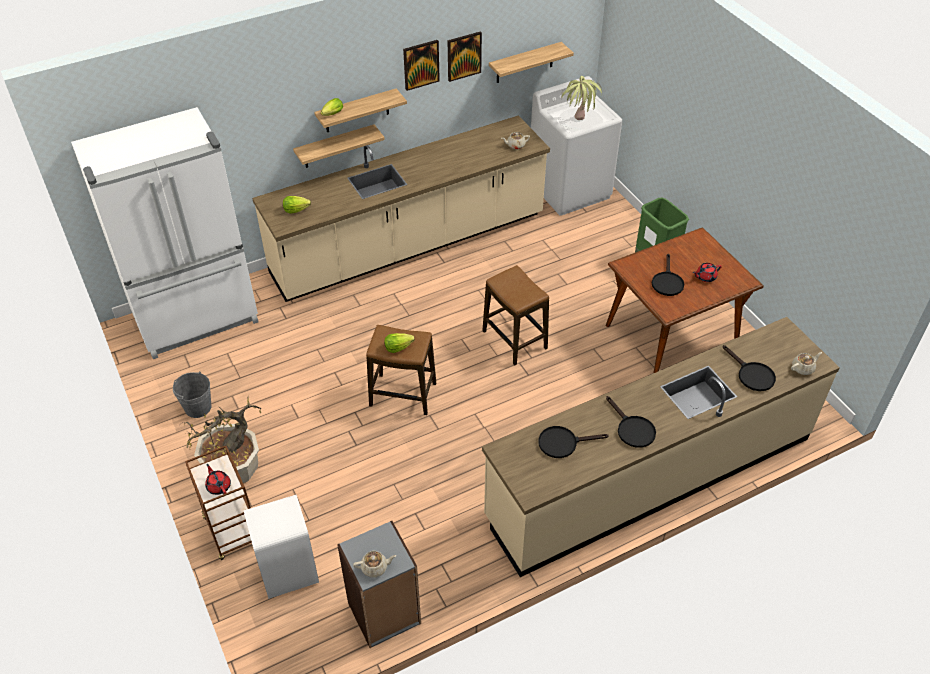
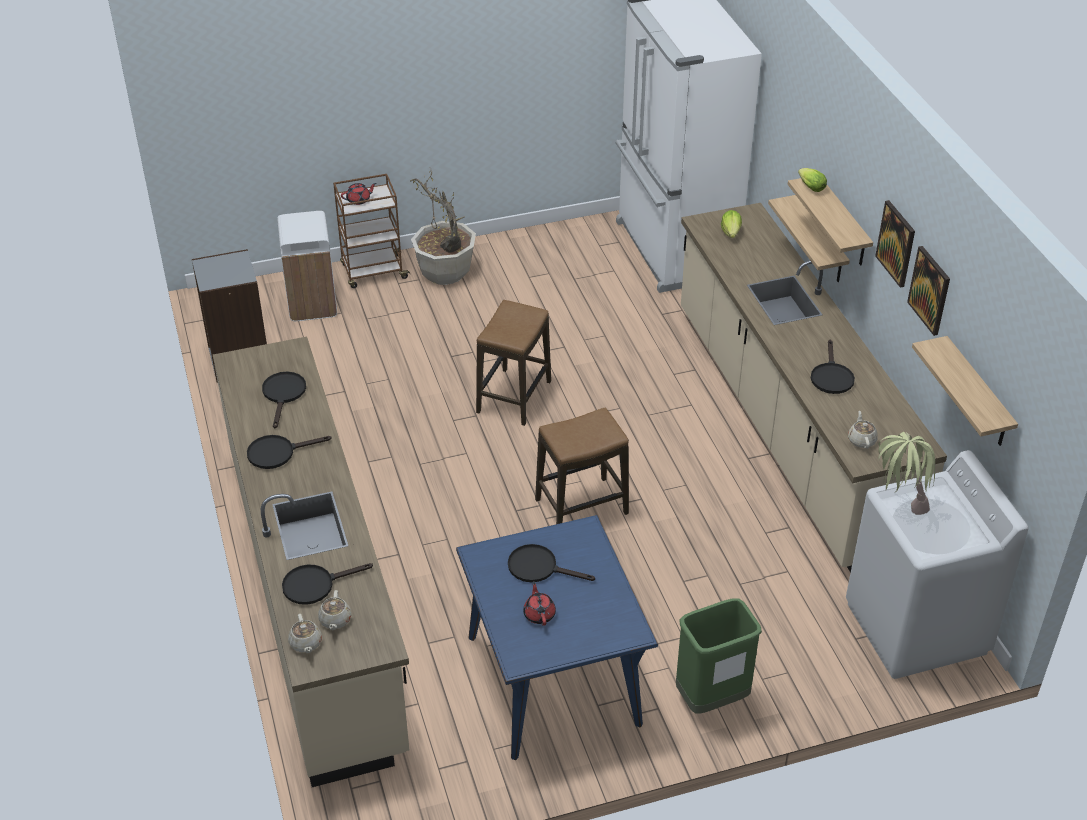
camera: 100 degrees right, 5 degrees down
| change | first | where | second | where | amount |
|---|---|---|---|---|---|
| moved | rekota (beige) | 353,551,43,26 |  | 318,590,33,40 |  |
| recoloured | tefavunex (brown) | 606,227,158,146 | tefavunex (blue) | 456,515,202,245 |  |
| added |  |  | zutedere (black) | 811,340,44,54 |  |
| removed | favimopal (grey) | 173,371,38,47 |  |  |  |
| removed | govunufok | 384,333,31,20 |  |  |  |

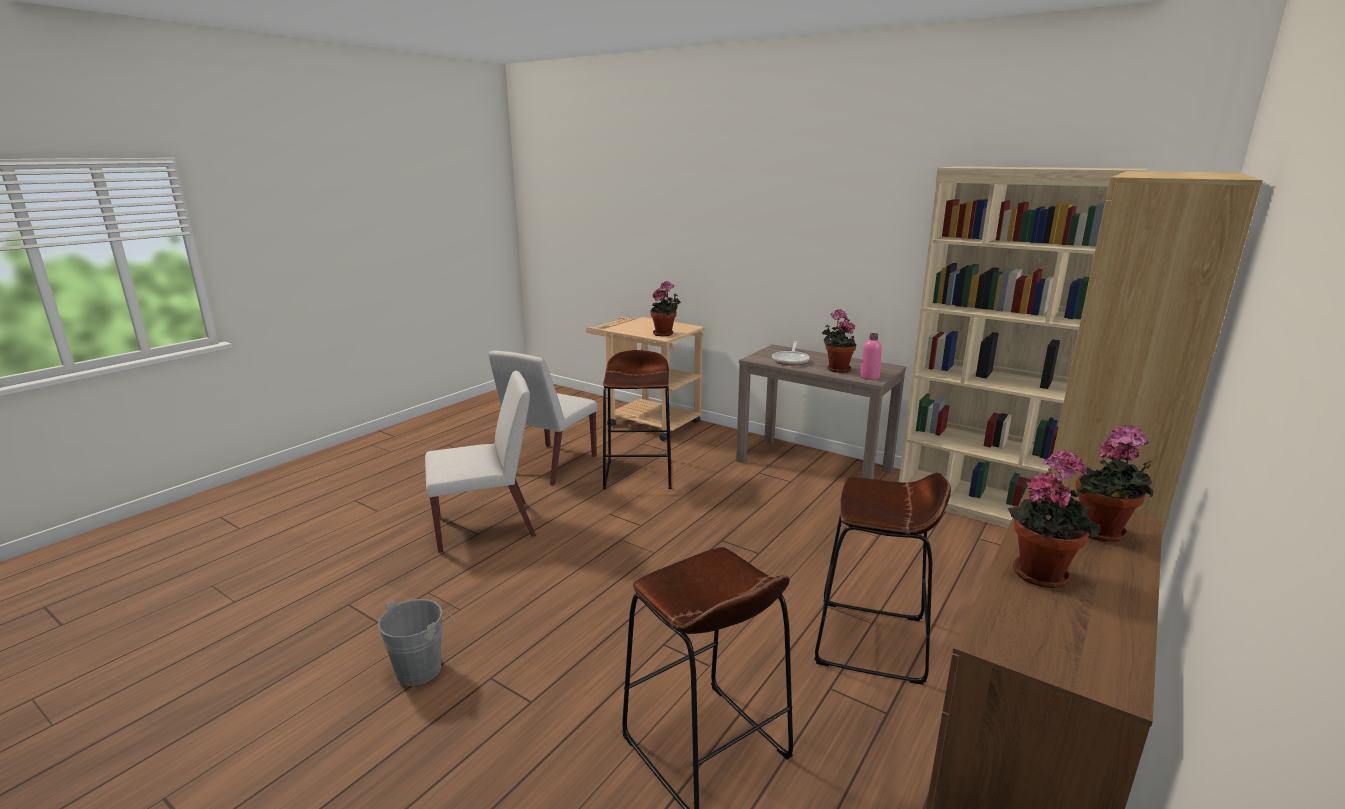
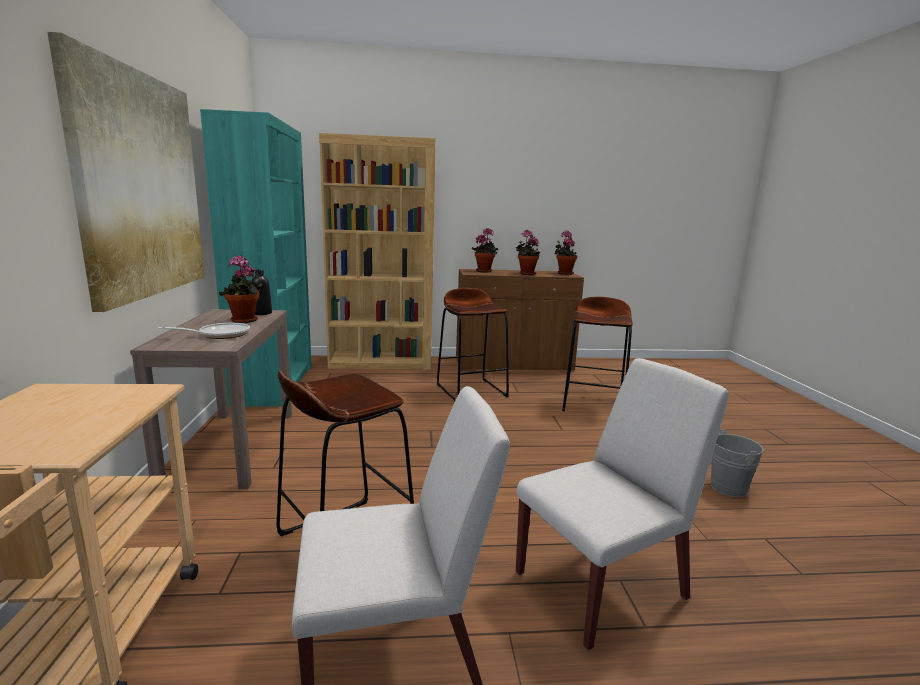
camera: 130 degrees left, 5 degrees down
| change | first | where | second | where | amount |
|---|---|---|---|---|---|
| added |  |  | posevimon | 47,32,158,280 |  |
| recoloured | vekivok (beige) | 899,166,249,362 | vekivok (turquoise) | 200,109,112,298 |  |
| recoloured | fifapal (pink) | 860,333,22,47 | fifapal (black) | 251,270,21,45 |  |
| turned | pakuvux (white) | 425,371,111,182 |  | 516,358,213,292 | 120 degrees clockwise |
| moved | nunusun | 650,281,31,56 |  | 554,230,24,45 |  |

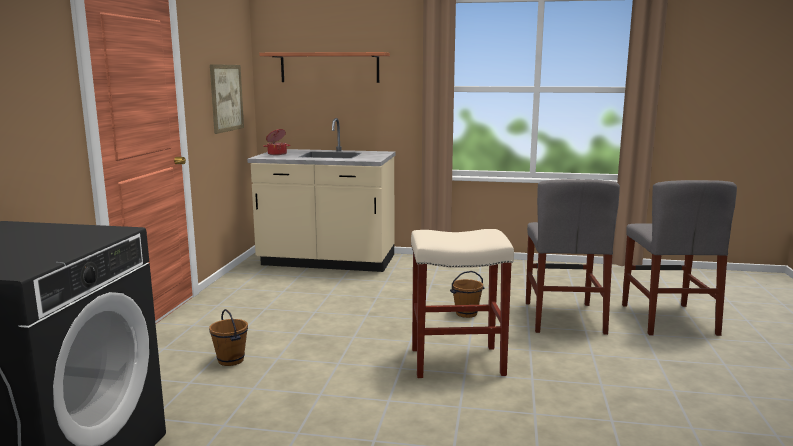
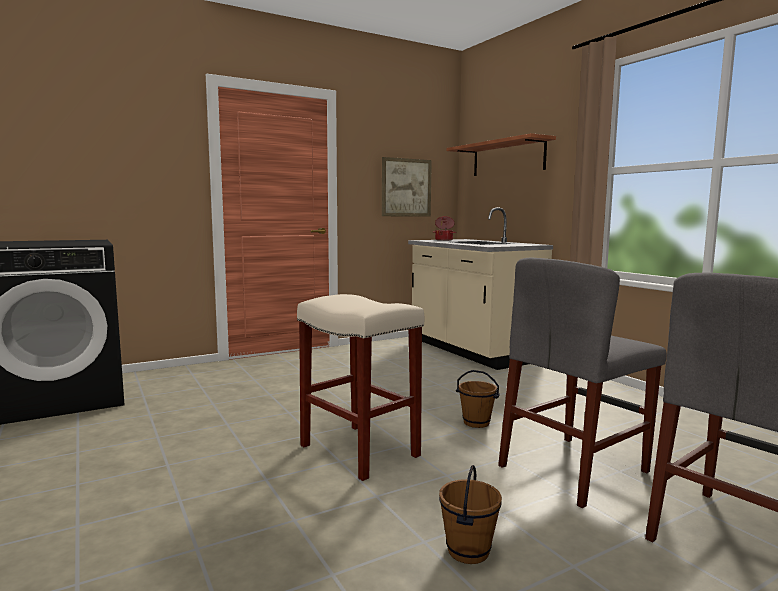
camera: 50 degrees right, 5 degrees down
| change | first | where | second | where | amount |
|---|---|---|---|---|---|
| moved | favimopal (brown) | 209,309,39,57 |  | 439,465,63,99 |  |

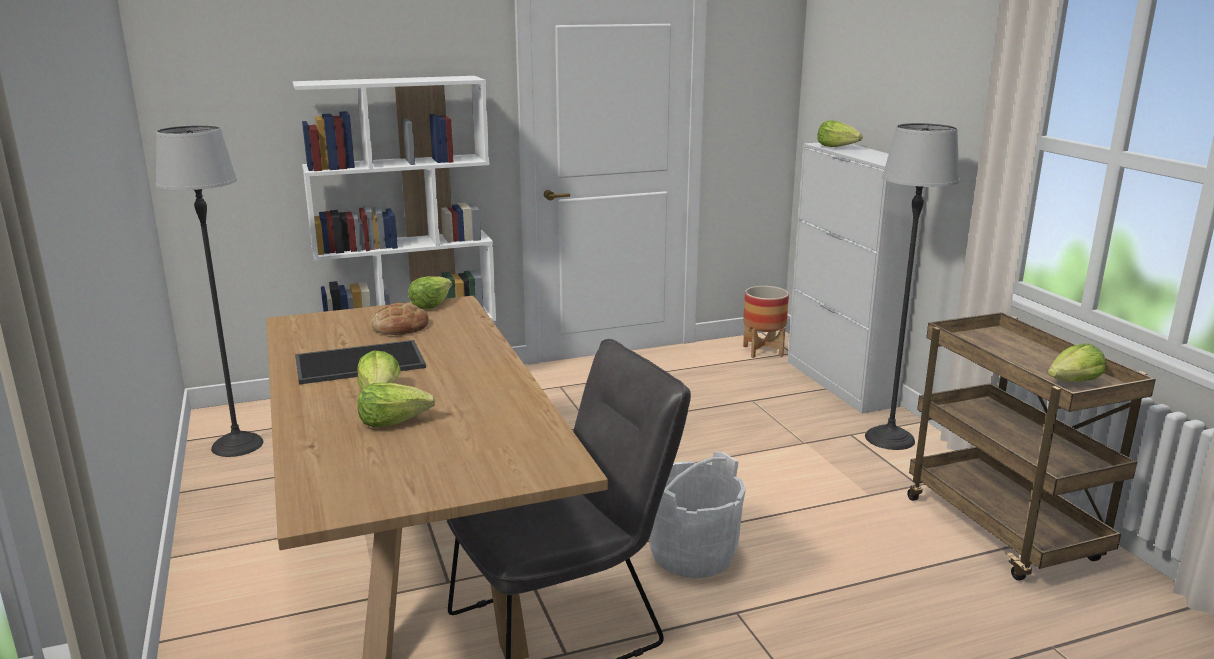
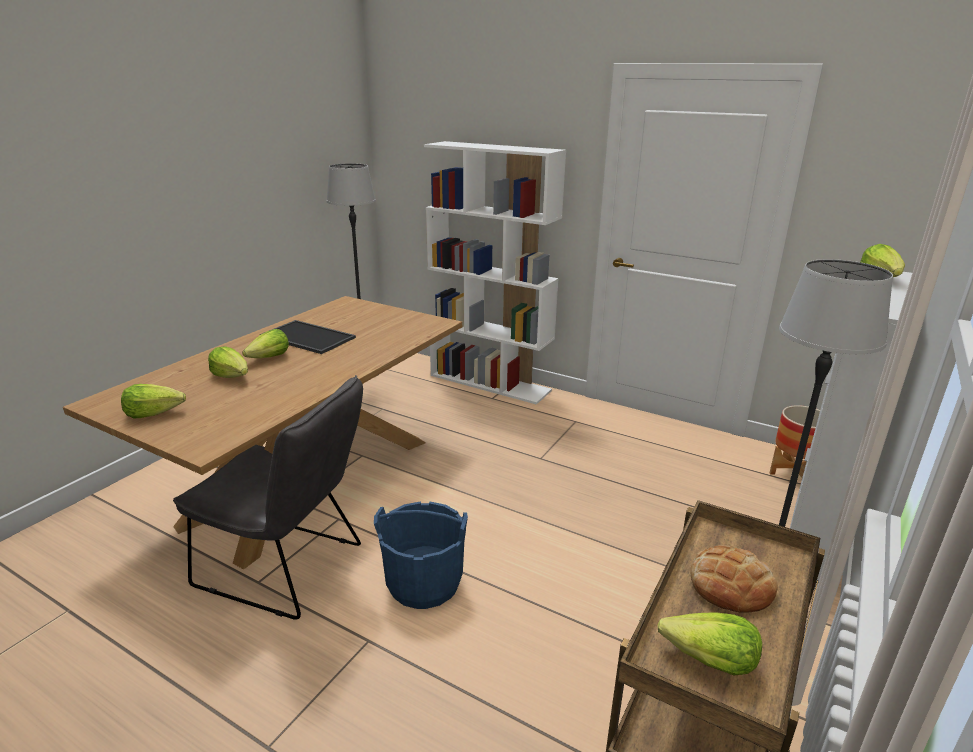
camera: 50 degrees right, 5 degrees up
| change | first | where | second | where | amount |
|---|---|---|---|---|---|
| moved | govunufok | 408,276,44,33 |  | 121,384,65,35 |  |
| recoloured | favimopal (white) | 649,452,97,126 | favimopal (blue) | 374,501,94,108 |  |
| moved | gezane | 371,303,58,32 |  | 690,545,88,68 |  |

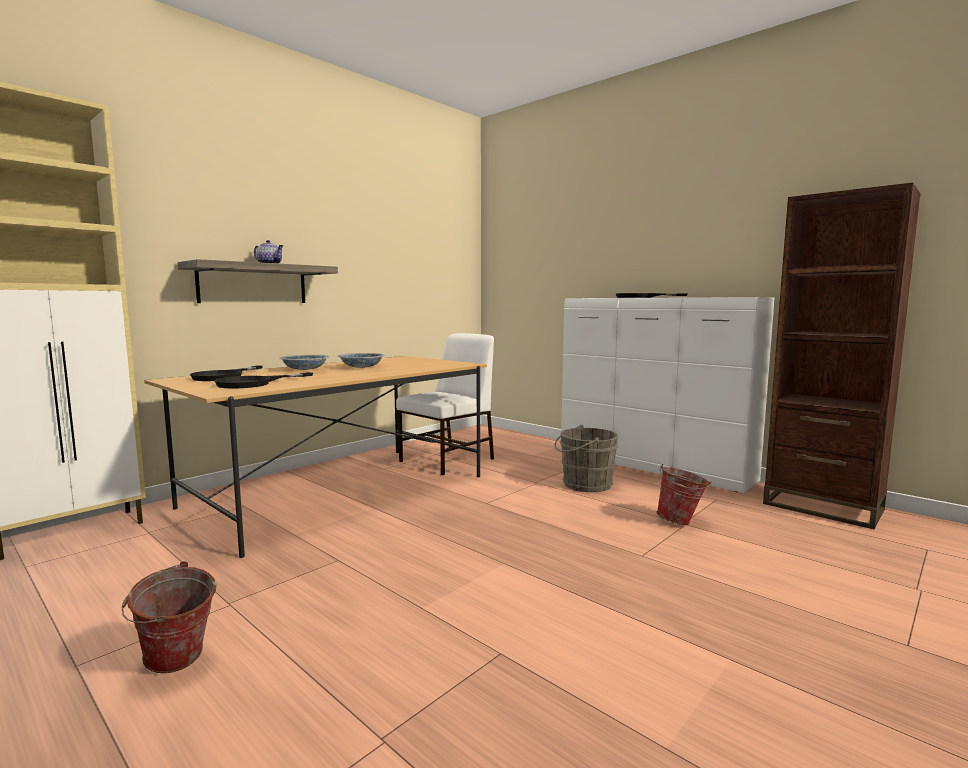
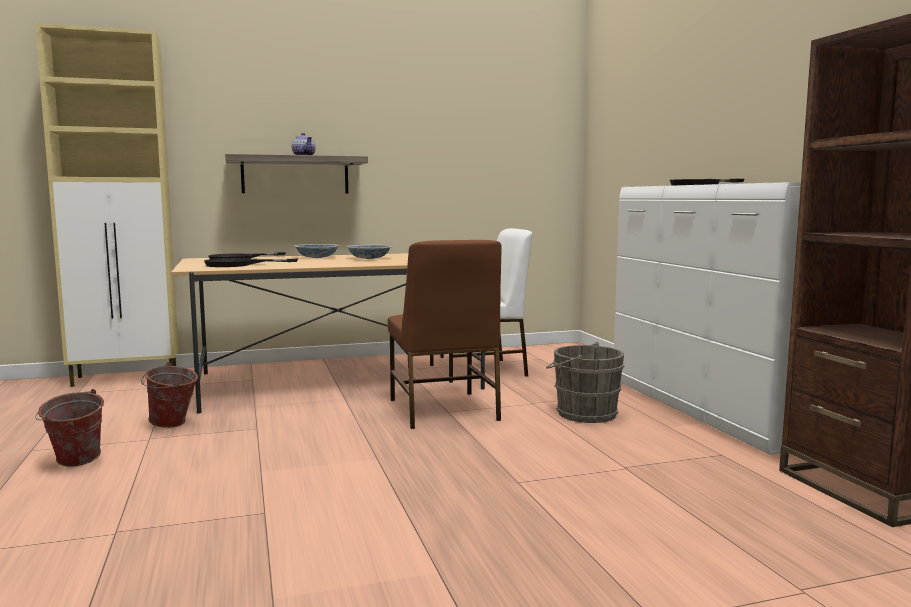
camera: 30 degrees right, 0 degrees up
| change | first | where | second | where | amount |
|---|---|---|---|---|---|
| moved | favimopal | 656,464,55,61 |  | 141,362,57,66 |  |
| added |  |  | pakuvux (brown) | 388,240,114,189 |  |

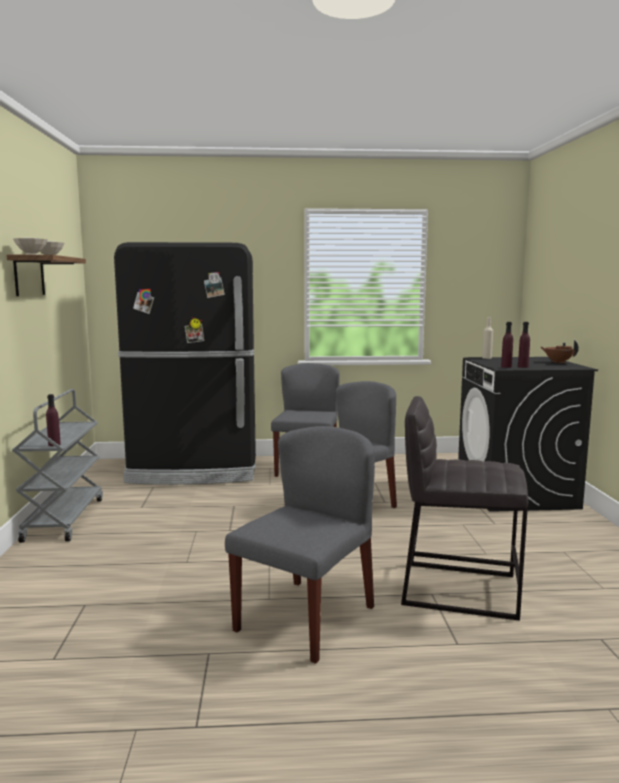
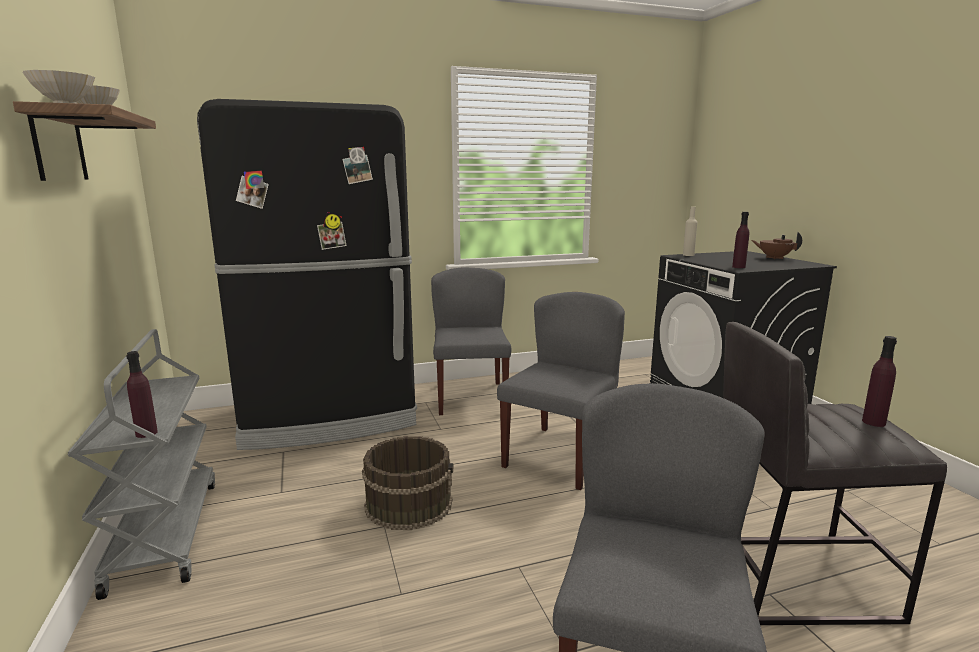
camera: 15 degrees left, 5 degrees up
| change | first | where | second | where | amount |
|---|---|---|---|---|---|
| added |  |  | favimopal (brown) | 362,436,92,94 |  |
| moved | fifapal (purple) | 518,322,12,46 |  | 862,336,35,91 |  |

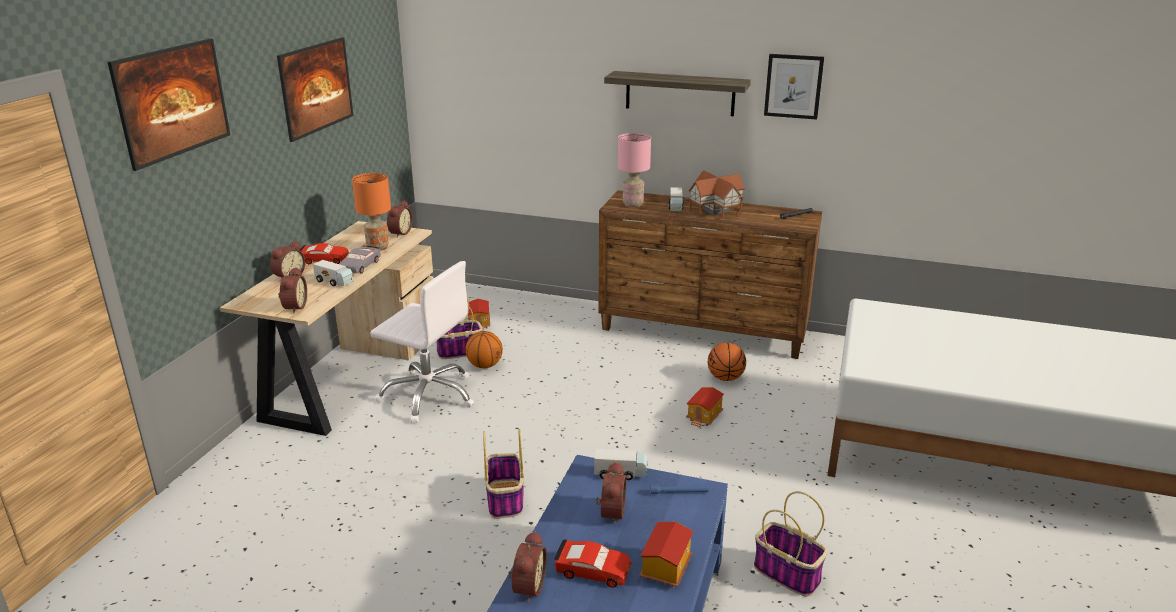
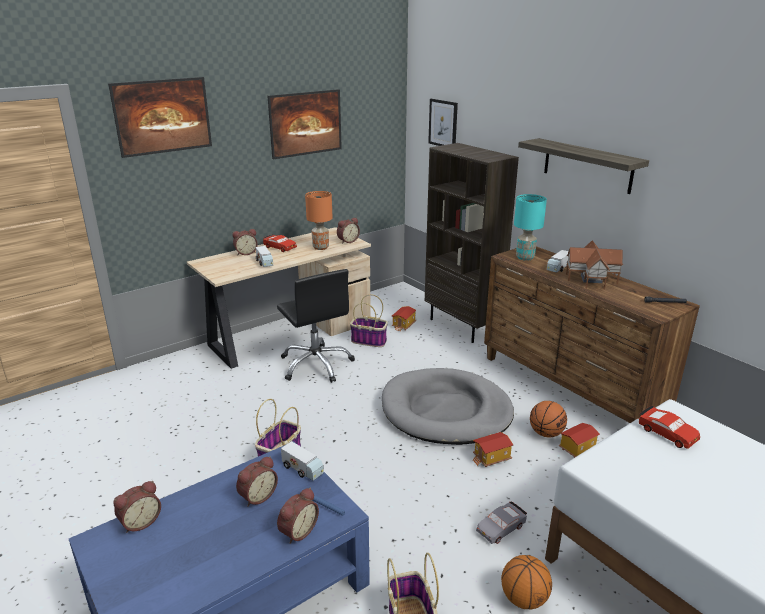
camera: 35 degrees right, 0 degrees up
| change | first | where | second | where | amount |
|---|---|---|---|---|---|
| recoloured | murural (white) | 370,261,104,162 | murural (black) | 277,269,78,114 |  |
| moved | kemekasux | 278,267,29,46 |  | 277,488,42,56 |  |
| added |  |  | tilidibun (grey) | 382,368,132,77 |  |
| added |  |  | vekivok (brown) | 425,143,94,200 |  |
| moved | posevimon | 764,54,60,66 |  | 428,99,30,47 |  |
| moved | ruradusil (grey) | 340,245,41,28 |  | 476,501,51,43 |  |
| moved | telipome | 466,331,37,38 |  | 501,555,51,55 |  |
| recoloured | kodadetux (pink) | 618,133,33,74 | kodadetux (turquoise) | 514,194,33,67 |  |
| moved | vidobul | 639,522,55,65 |  | 559,423,41,35 |  |
| moved | ruradusil (red) | 554,539,77,49 |  | 639,406,61,43 |  |

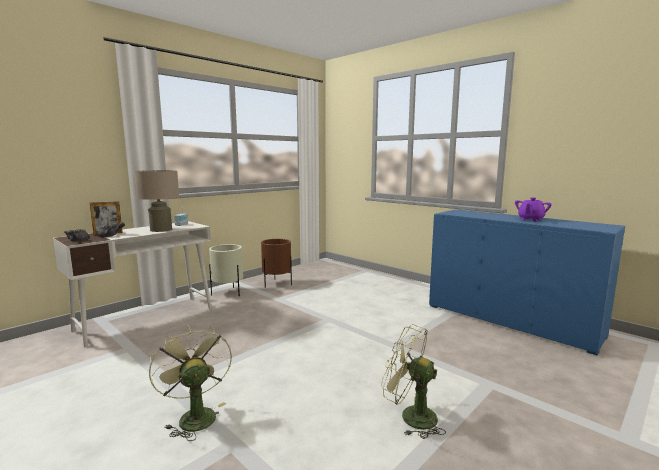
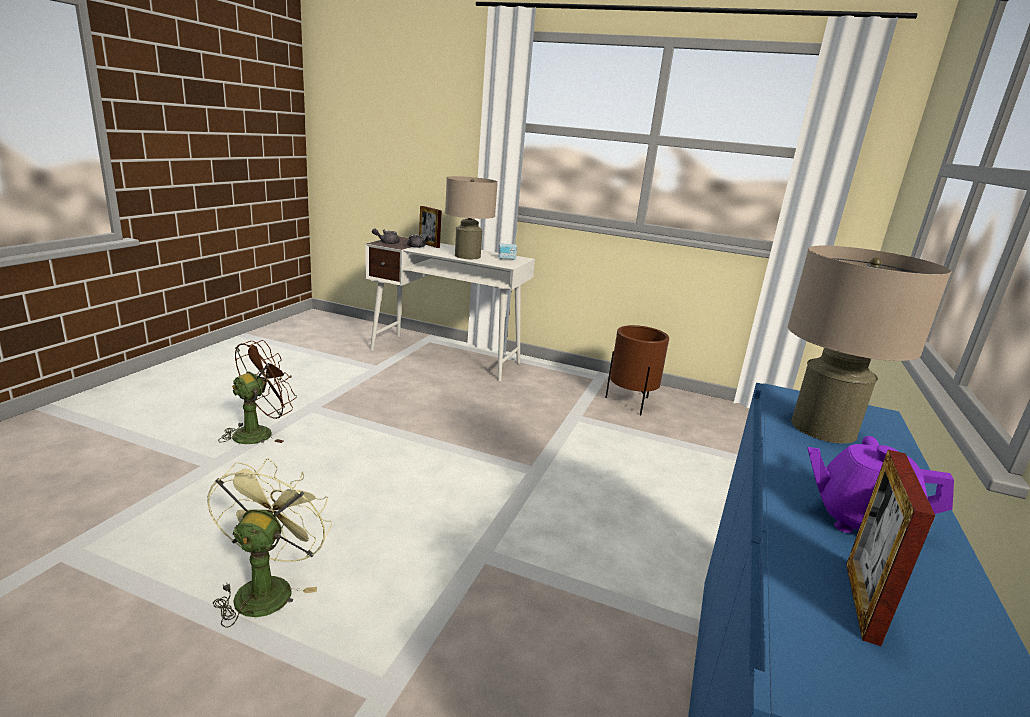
camera: 65 degrees right, 10 degrees up
| change | first | where | second | where | amount |
|---|---|---|---|---|---|
| recoloured | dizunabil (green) | 149,325,83,116 | dizunabil (brown) | 218,340,79,104 |  |
| added |  |  | kodadetux (beige) | 788,246,164,198 |  |
| added |  |  | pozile | 846,450,89,196 |  |
| removed | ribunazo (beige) | 209,244,34,52 |  |  |  |

